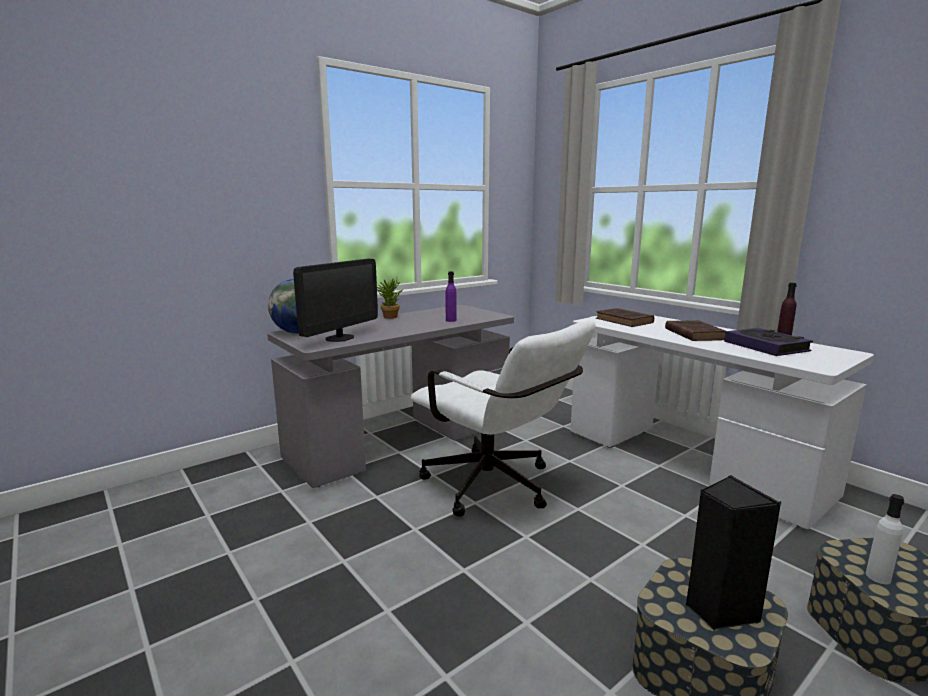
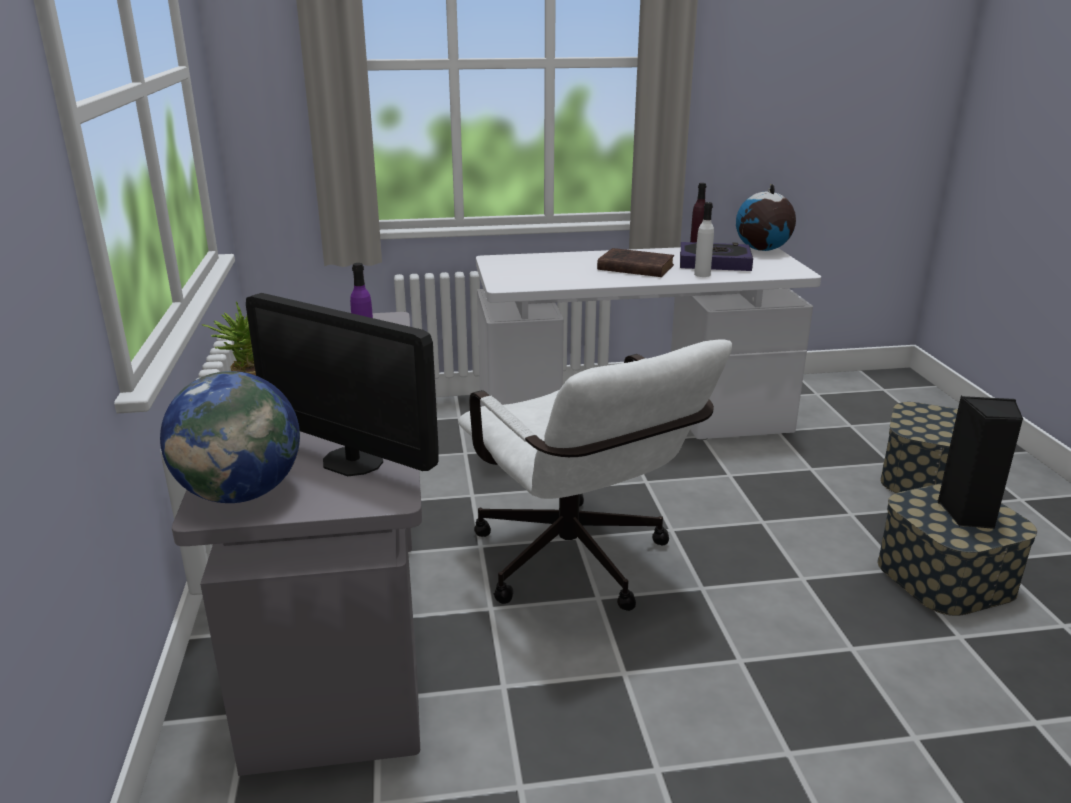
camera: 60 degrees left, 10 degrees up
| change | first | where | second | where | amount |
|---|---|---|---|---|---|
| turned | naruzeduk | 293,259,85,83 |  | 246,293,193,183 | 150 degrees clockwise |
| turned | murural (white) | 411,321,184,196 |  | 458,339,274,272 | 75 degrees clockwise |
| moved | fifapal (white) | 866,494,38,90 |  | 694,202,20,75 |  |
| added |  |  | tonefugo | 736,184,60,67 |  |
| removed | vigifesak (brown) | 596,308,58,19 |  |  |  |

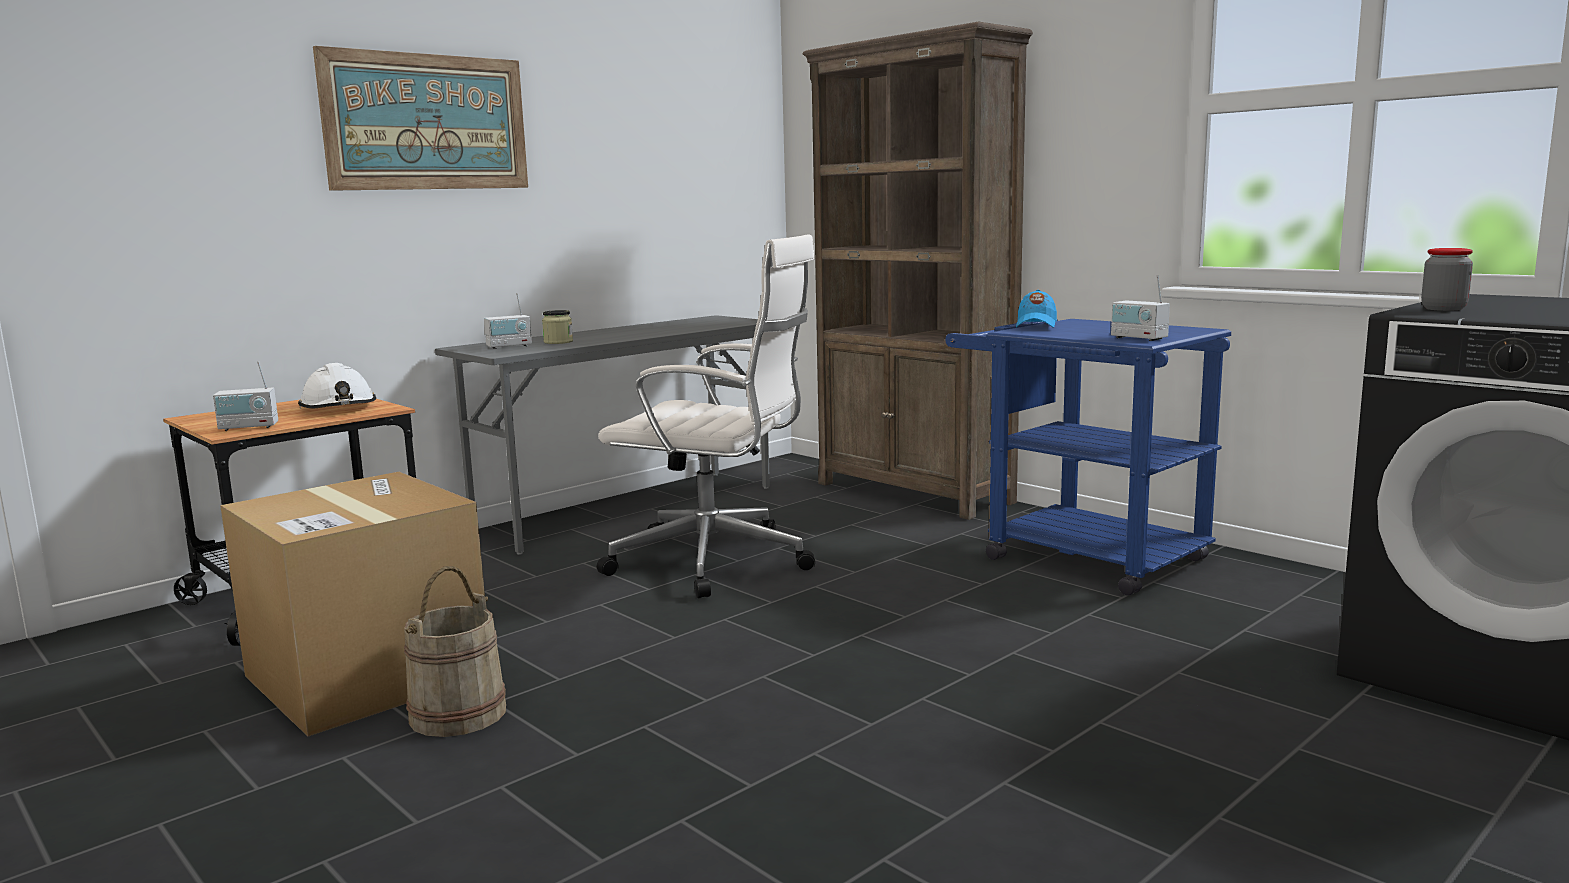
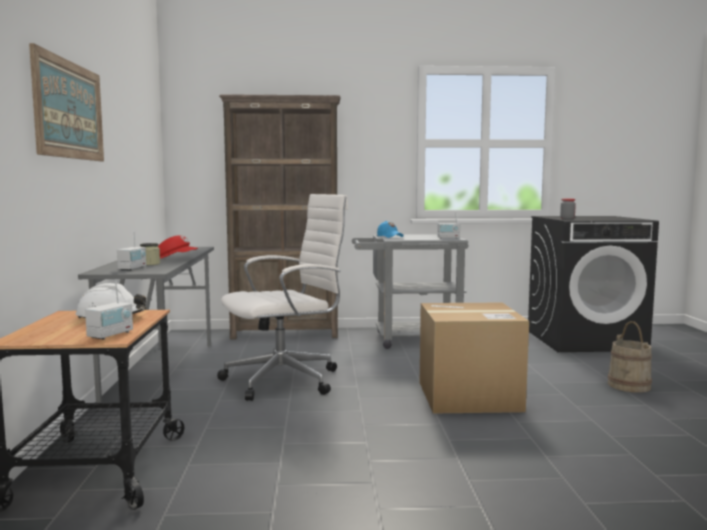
camera: 50 degrees left, 5 degrees down
| change | first | where | second | where | amount |
|---|---|---|---|---|---|
| added |  |  | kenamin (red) | 158,235,40,24 |  |
| recoloured | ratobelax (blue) | 945,319,286,277 | ratobelax (grey) | 352,234,117,115 |  |
| moved | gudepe | 220,472,265,265 |  | 420,303,109,111 |  |
| moved | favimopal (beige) | 404,566,102,171 |  | 608,321,44,72 |  |

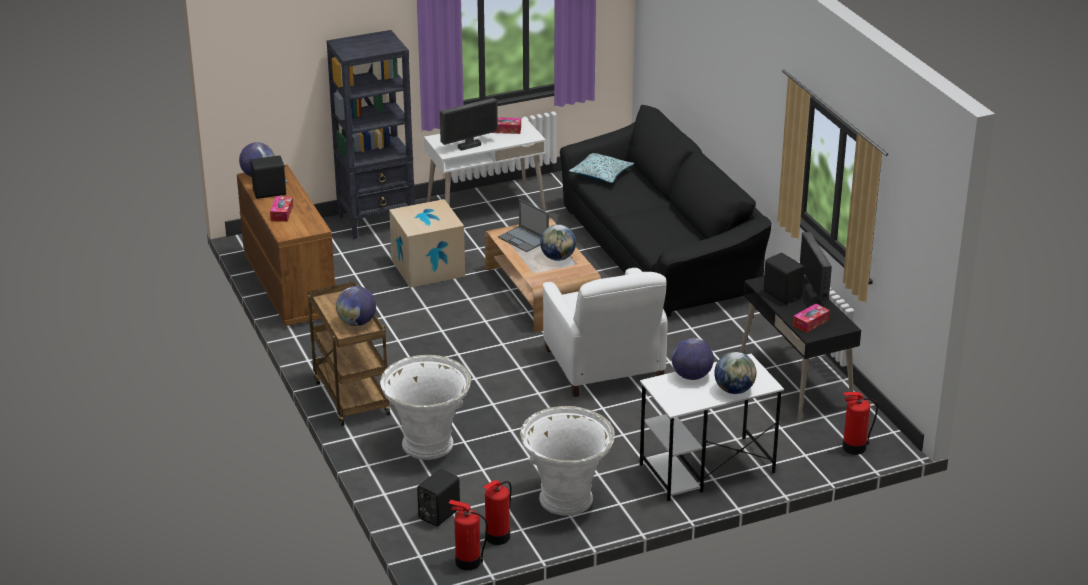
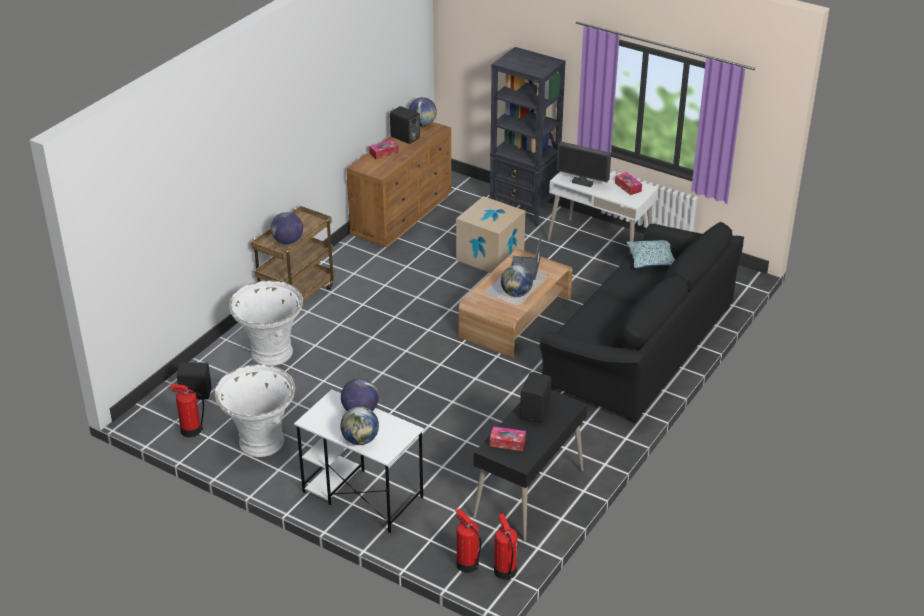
camera: 55 degrees right, 5 degrees up
| change | first | where | second | where | amount |
|---|---|---|---|---|---|
| moved | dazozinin | 449,500,39,70 |  | 494,513,23,67 |  |
| removed | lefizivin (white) | 543,268,125,129 |  |  |  |
| removed | naruzeduk | 800,232,32,69 |  |  |  |

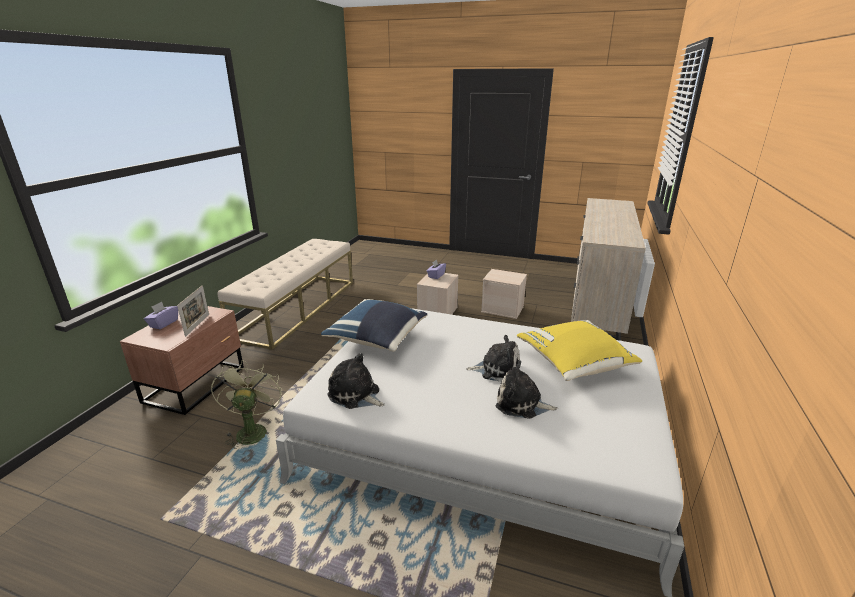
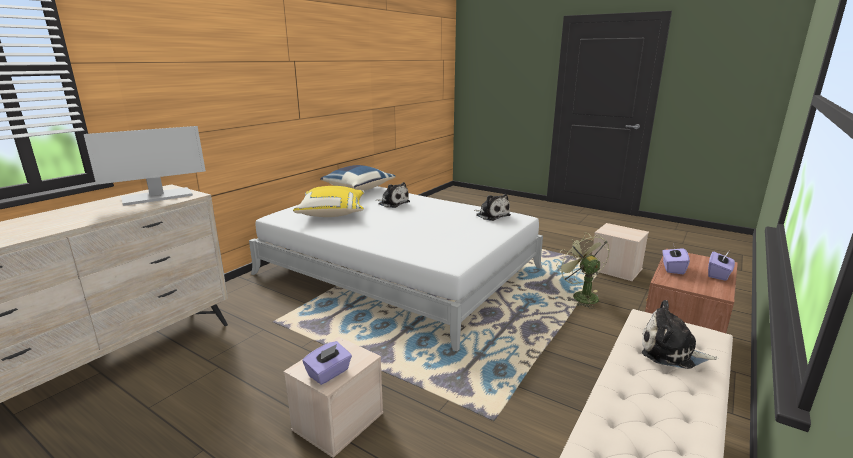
camera: 165 degrees left, 5 degrees down
| change | first | where | second | where | amount |
|---|---|---|---|---|---|
| added |  |  | naruzeduk | 84,126,122,80 |  |
| moved | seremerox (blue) | 321,299,106,53 |  | 320,165,76,26 |  |
| turned | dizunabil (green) | 211,360,71,89 |  | 556,232,54,77 | 150 degrees clockwise |
| moved | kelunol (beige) | 481,269,46,50 |  | 592,223,57,58 |  |
| moved | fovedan | 466,335,54,47 |  | 642,300,76,69 |  |
| replaced | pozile | 177,285,32,52 | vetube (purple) | 663,243,27,31 |  |

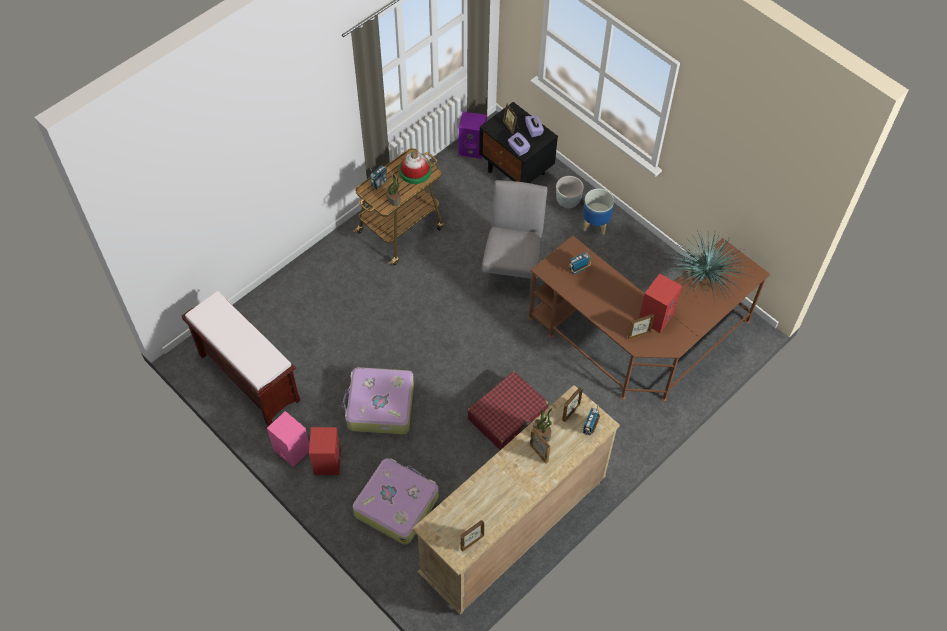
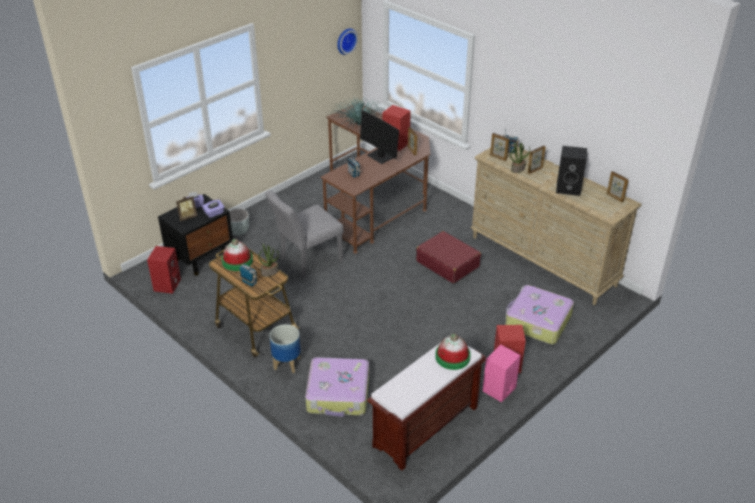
camera: 90 degrees left, 20 degrees down
| change | first | where | second | where | amount |
|---|---|---|---|---|---|
| recoloured | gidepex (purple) | 458,111,29,48 | gidepex (red) | 147,246,34,48 |  |
| turned | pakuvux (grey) | 482,180,66,120 |  | 265,190,79,88 | 45 degrees counterclockwise |
| moved | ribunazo | 583,188,31,47 |  | 269,324,32,49 |  |
| moved | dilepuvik | 342,367,72,67 |  | 305,357,64,60 |  |
| added |  |  | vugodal | 337,29,21,26 |  |
| added |  |  | naruzeduk | 360,110,39,54 |  |
| added |  |  | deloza | 435,334,36,36 |  |
| added |  |  | gidepex (black) | 556,146,31,50 |  |

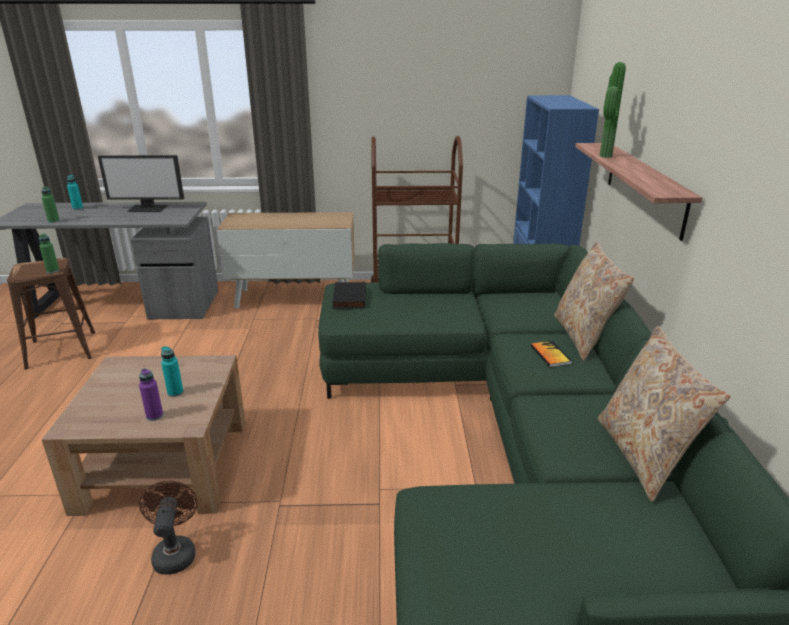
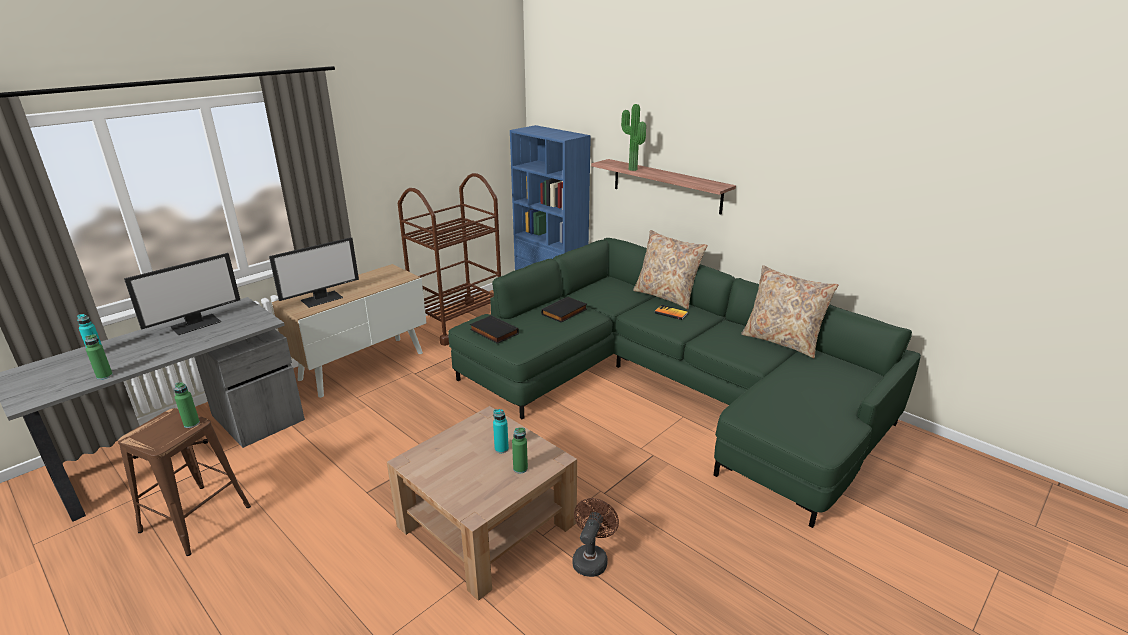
camera: 45 degrees left, 0 degrees up
| change | first | where | second | where | amount |
|---|---|---|---|---|---|
| added |  |  | naruzeduk | 269,237,90,71 |  |
| recoloured | fifapal (purple) | 139,368,24,53 | fifapal (green) | 512,427,16,46 |  |
| added |  |  | vigifesak (black) | 541,297,46,26 |  |
| turned | dizunabil (brown) | 139,480,59,95 |  | 572,498,47,79 | 75 degrees clockwise |

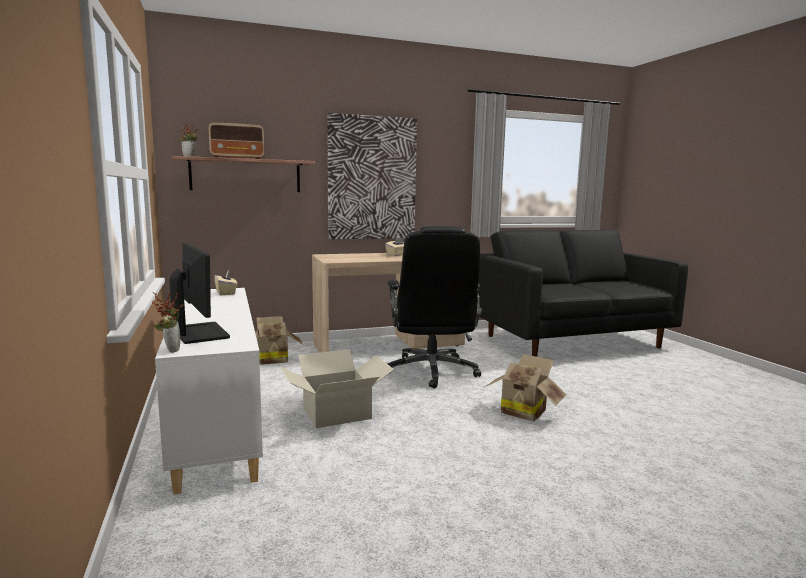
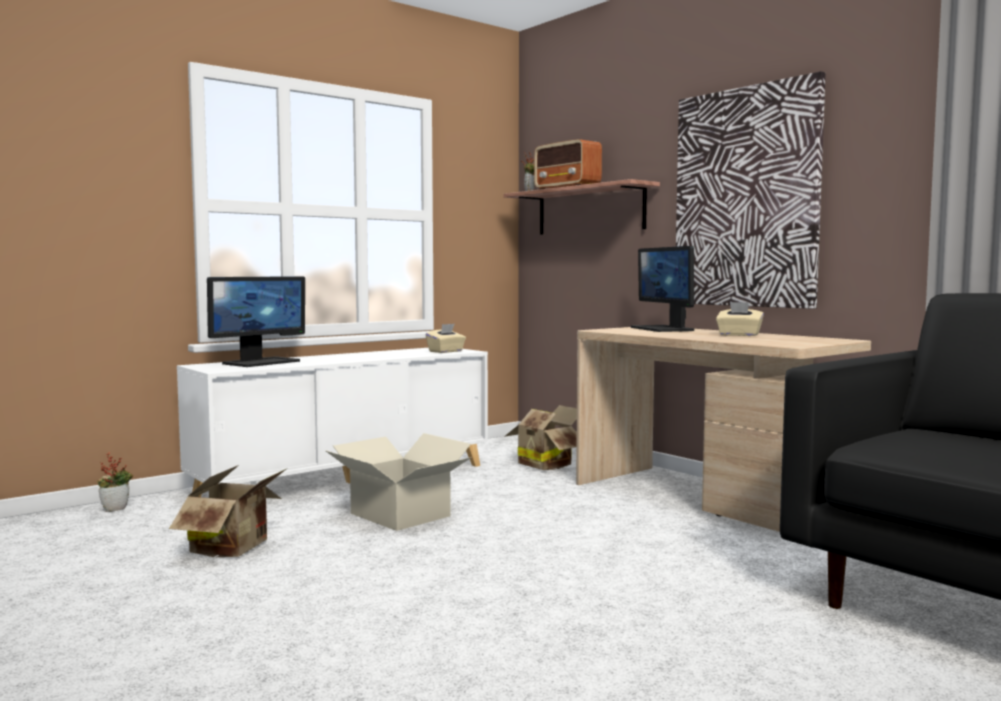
camera: 70 degrees right, 5 degrees down
| change | first | where | second | where | amount |
|---|---|---|---|---|---|
| moved | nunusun | 152,292,32,61 |  | 97,452,36,60 |  |
| moved | gudepe | 483,354,84,68 |  | 169,465,119,92 |  |
| added |  |  | naruzeduk | 631,246,63,86 |  |
| removed | murural (black) | 388,226,94,162 |  |  |  |

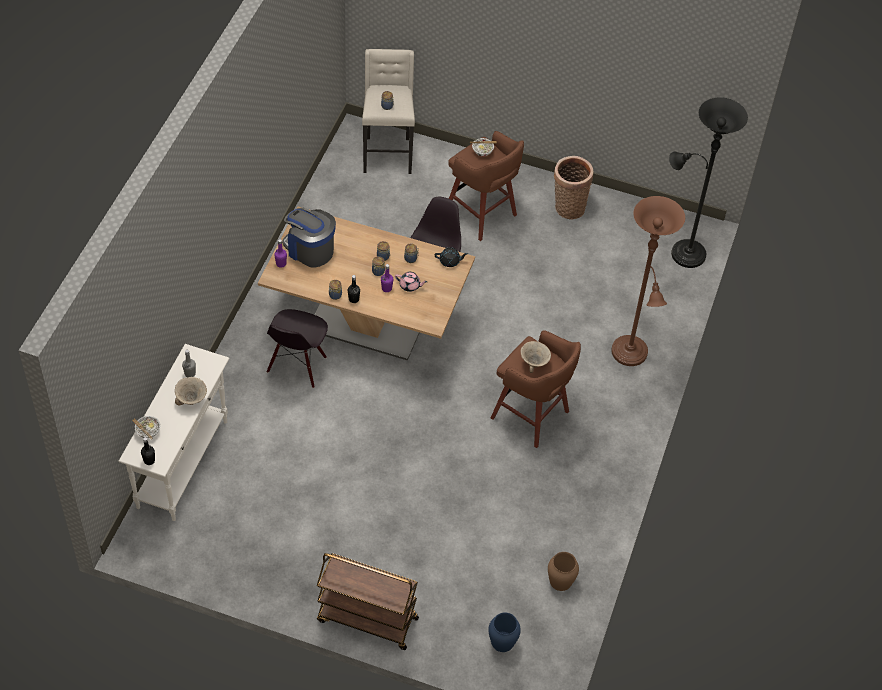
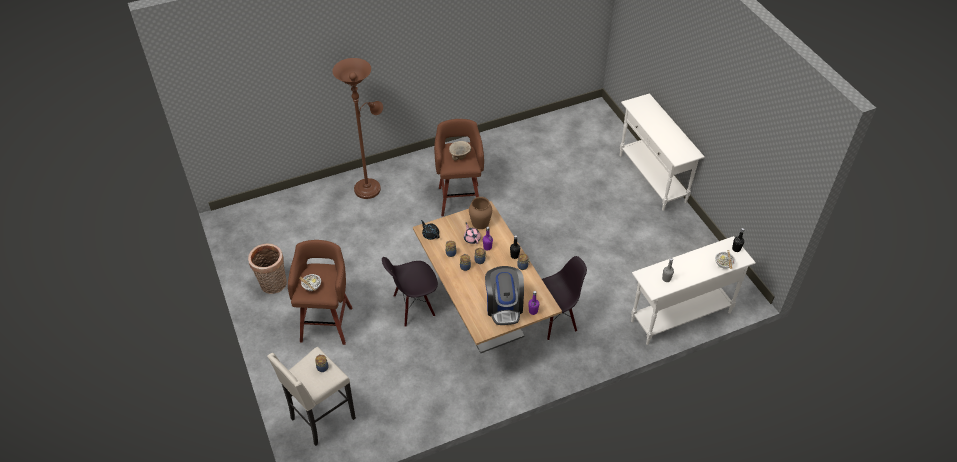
camera: 130 degrees left, 5 degrees down
| change | first | where | second | where | amount |
|---|---|---|---|---|---|
| moved | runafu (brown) | 548,552,31,39 |  | 469,197,23,32 |  |
| replaced | ratobelax (brown) | 317,553,102,97 | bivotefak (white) | 620,93,85,118 |  |
| removed | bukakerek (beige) | 175,377,32,29 |  |  |  |
| removed | runafu (blue) | 488,612,33,40 |  |  |  |
| removed | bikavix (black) | 669,97,79,171 |  |  |  |

